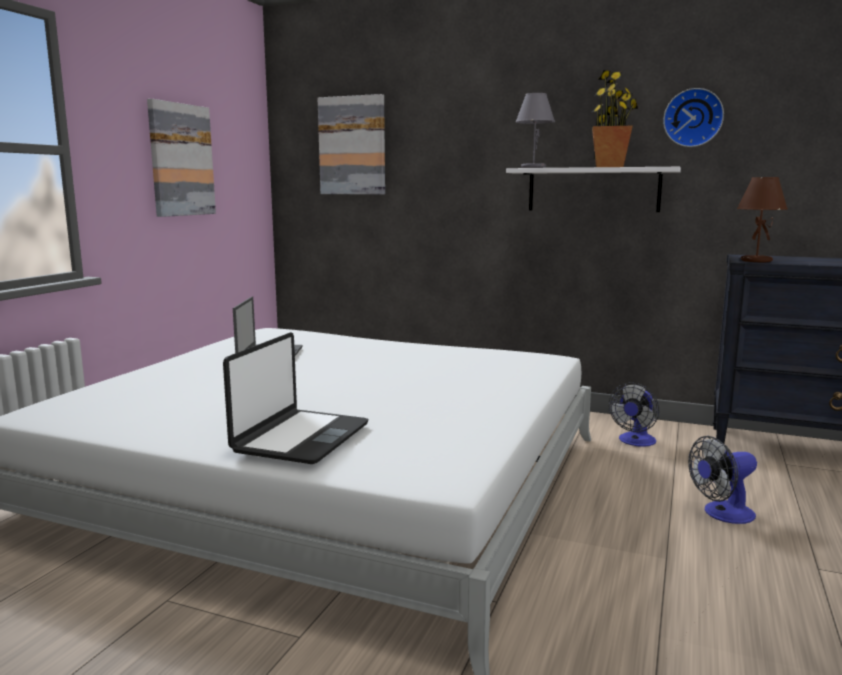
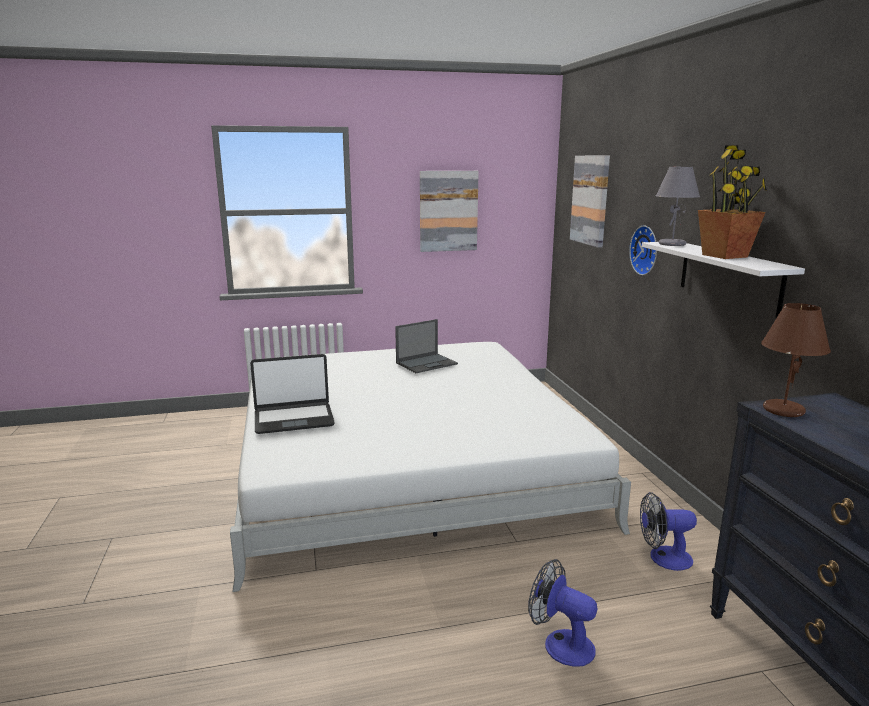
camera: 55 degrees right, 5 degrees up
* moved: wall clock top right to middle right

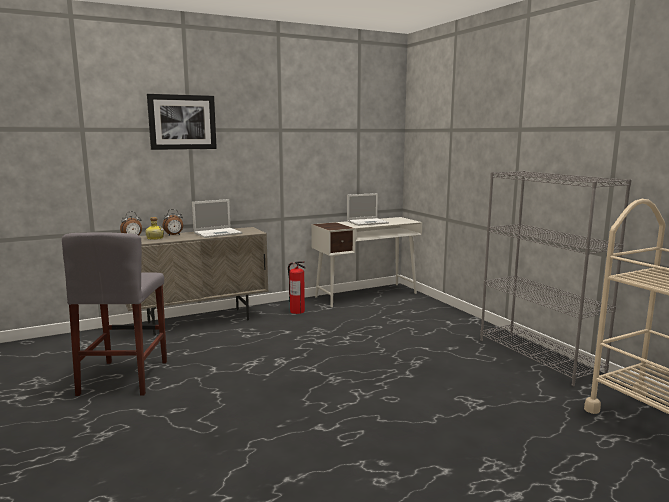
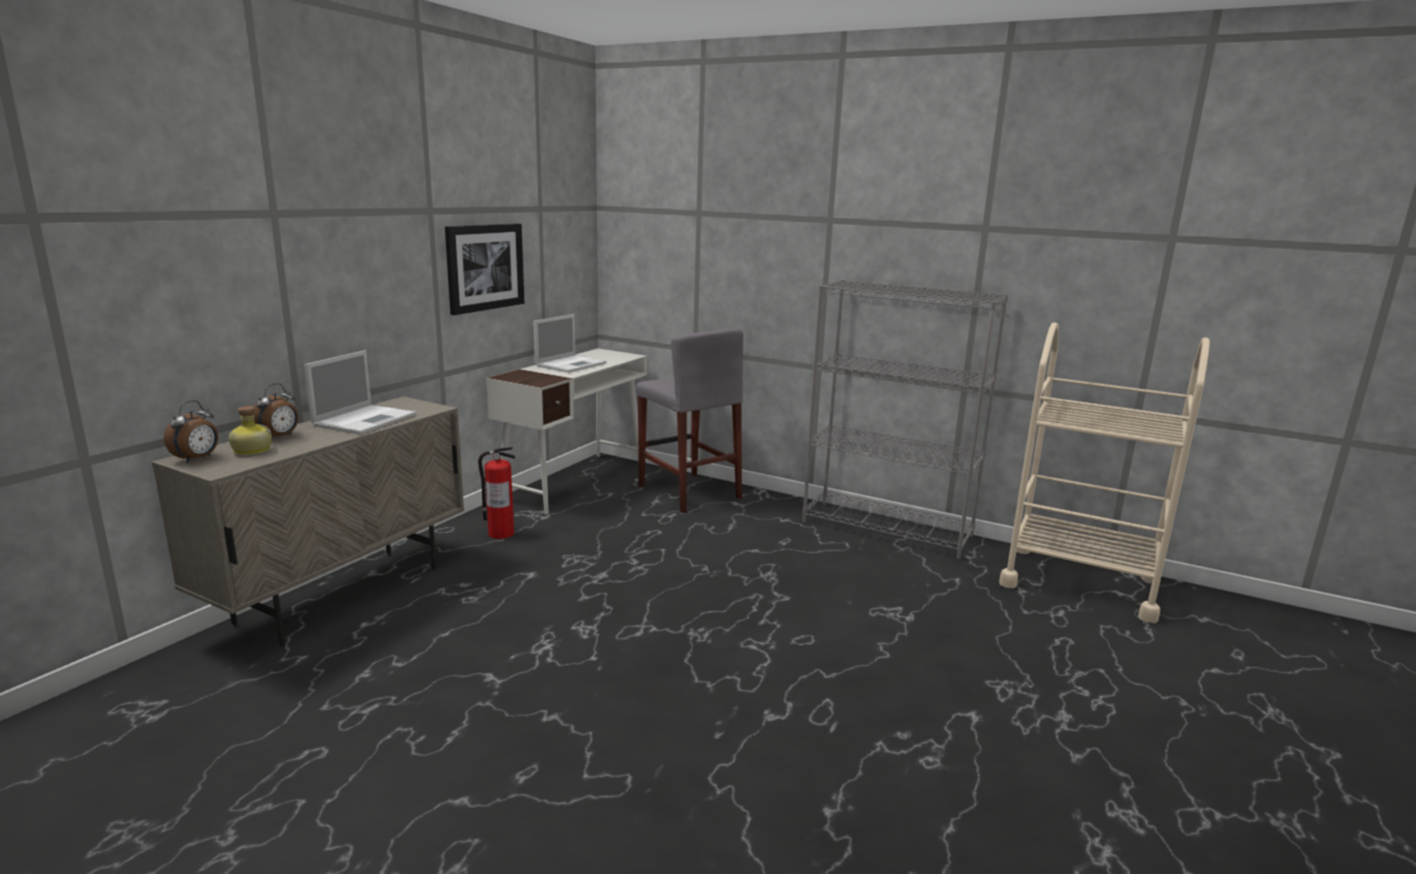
camera: 35 degrees left, 5 degrees up
* moved: stool/grey middle left to centre
* moved: picture top left to top centre

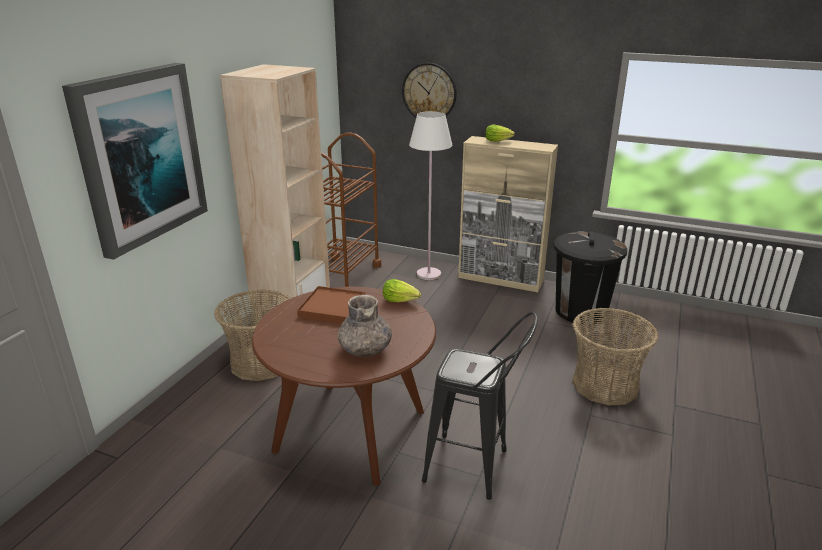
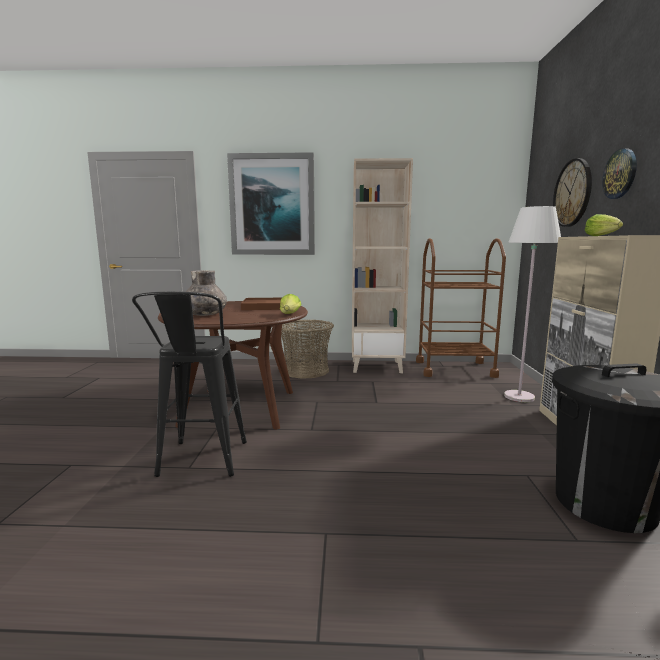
camera: 70 degrees right, 15 degrees down
* removed: basket (2nd from left) middle right
* added: wall clock (2nd from left) top right

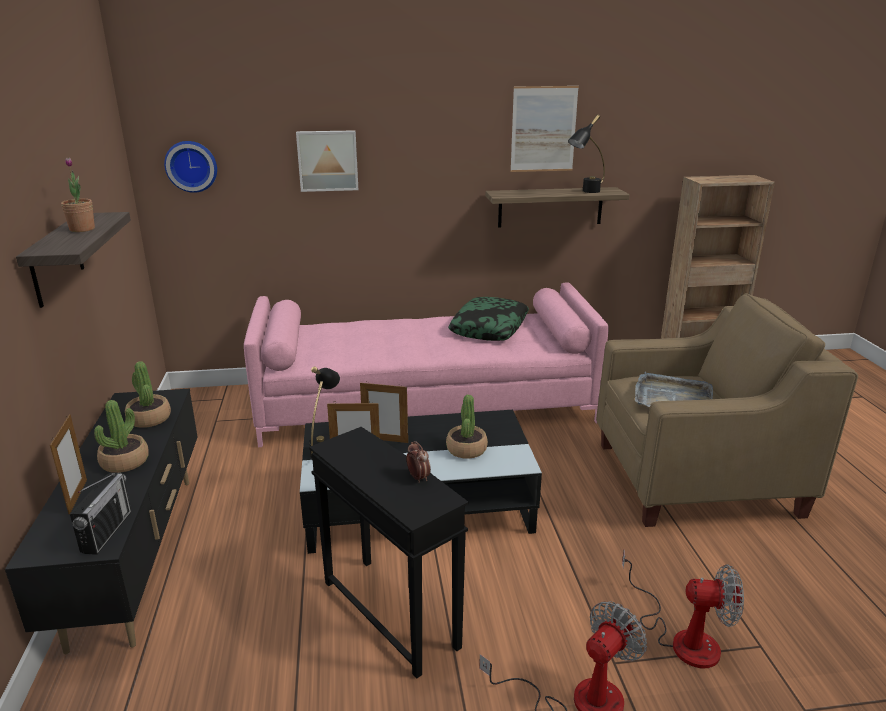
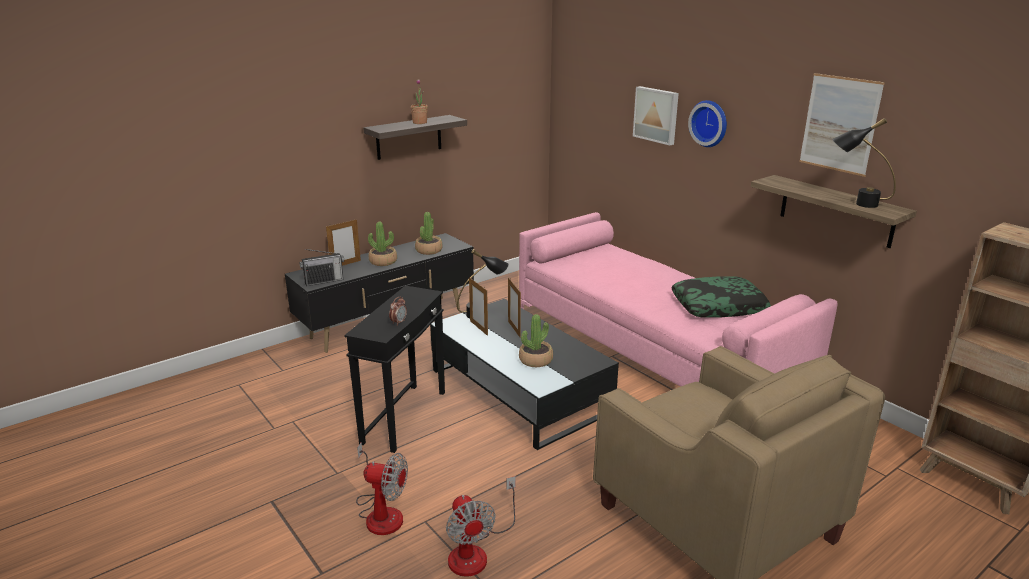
camera: 60 degrees right, 0 degrees up
* moved: wall clock top left to top right
* removed: tray/grey middle right

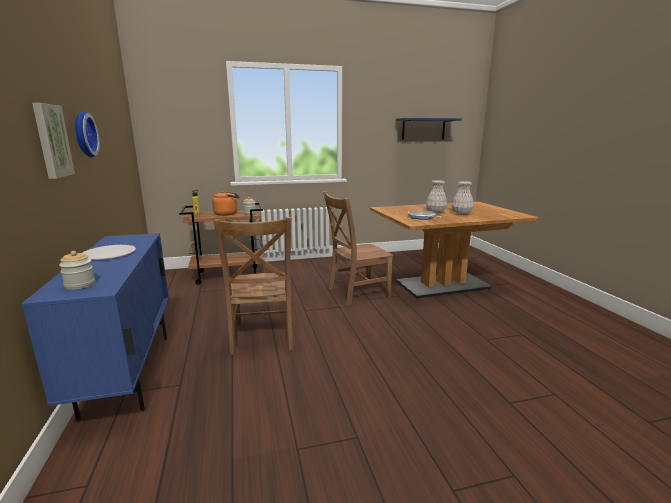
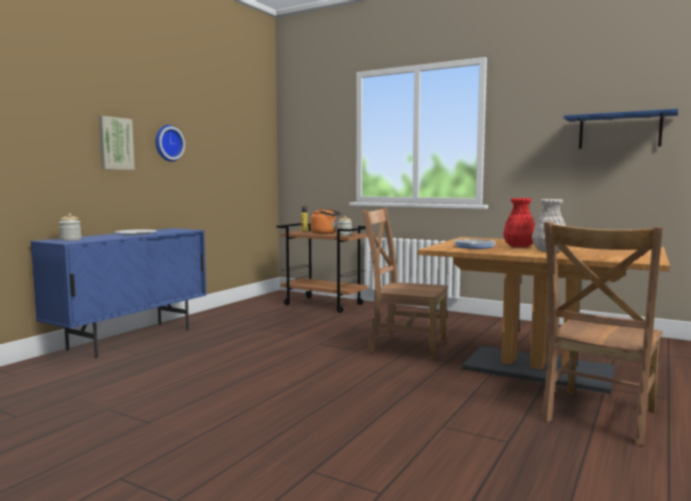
camera: 45 degrees right, 10 degrees down
* moved: chair/brown (1st from left in the first image) centre to chair/brown (2nd from left) bottom right
* recoloured: vase/white (1st from left) centre to vase/red middle right

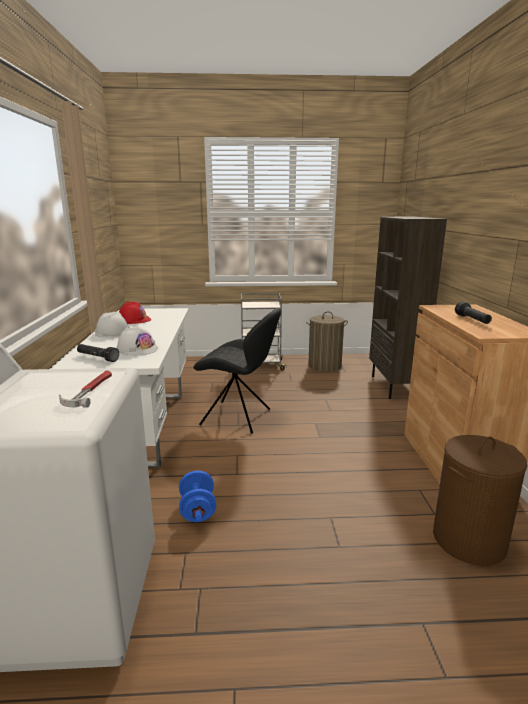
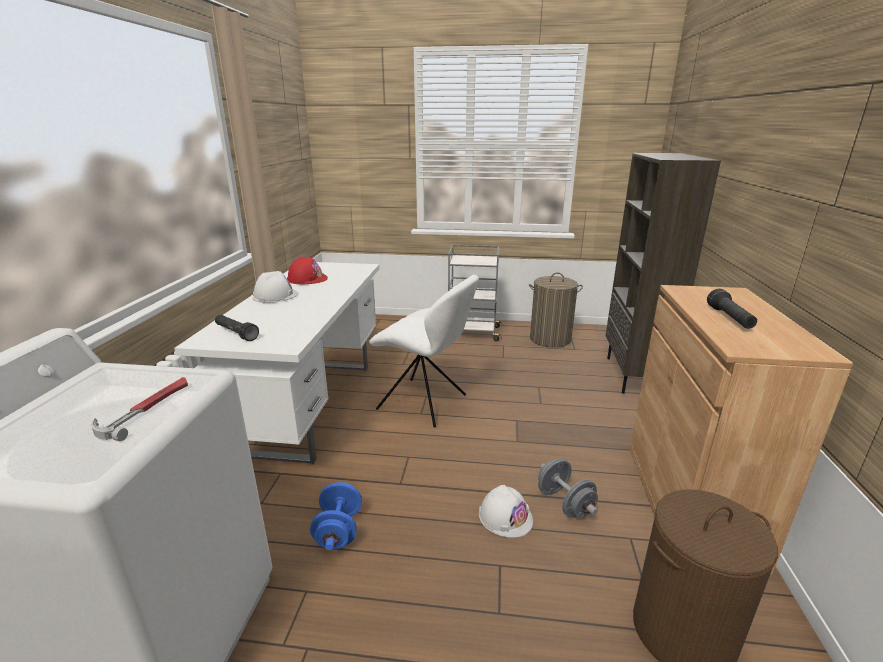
camera: 10 degrees right, 5 degrees up
* moved: hard hat/white (2nd from left) middle left to bottom centre
* recoloured: chair/black centre to chair/white centre
* added: dumbbell/grey bottom centre

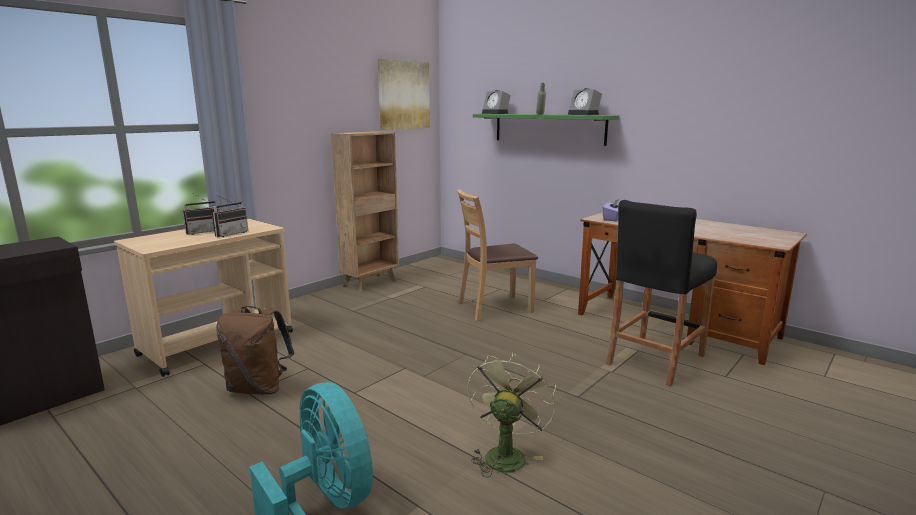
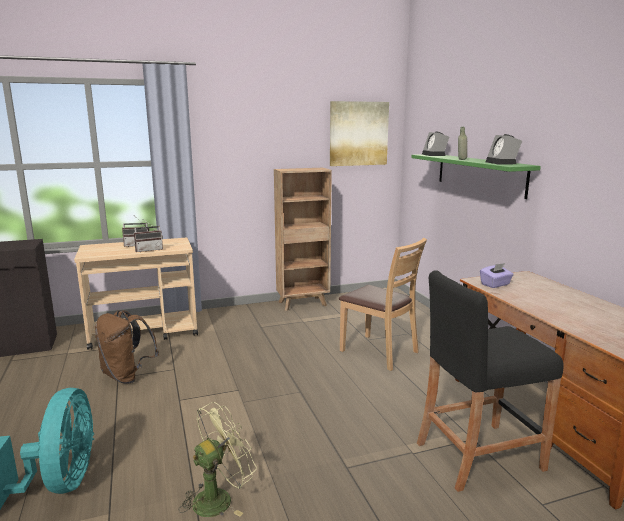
camera: 30 degrees right, 0 degrees up
* turned: chair/brown centre = centre 150 degrees counterclockwise

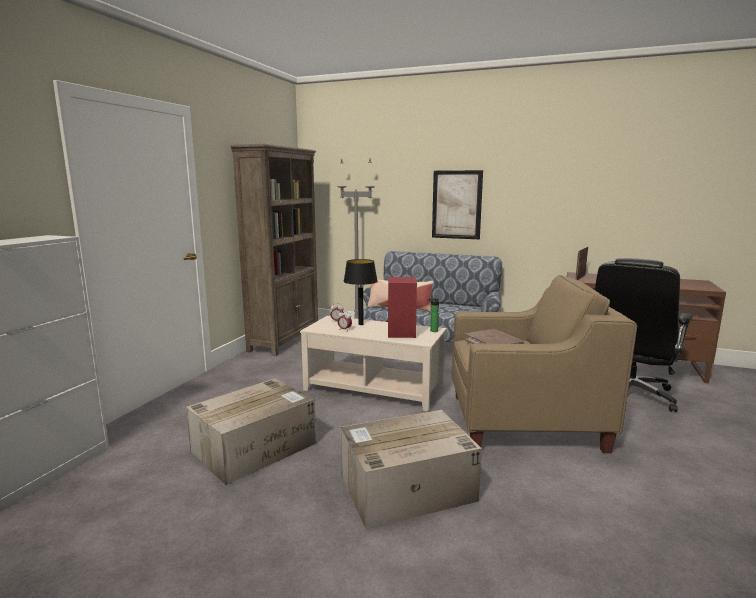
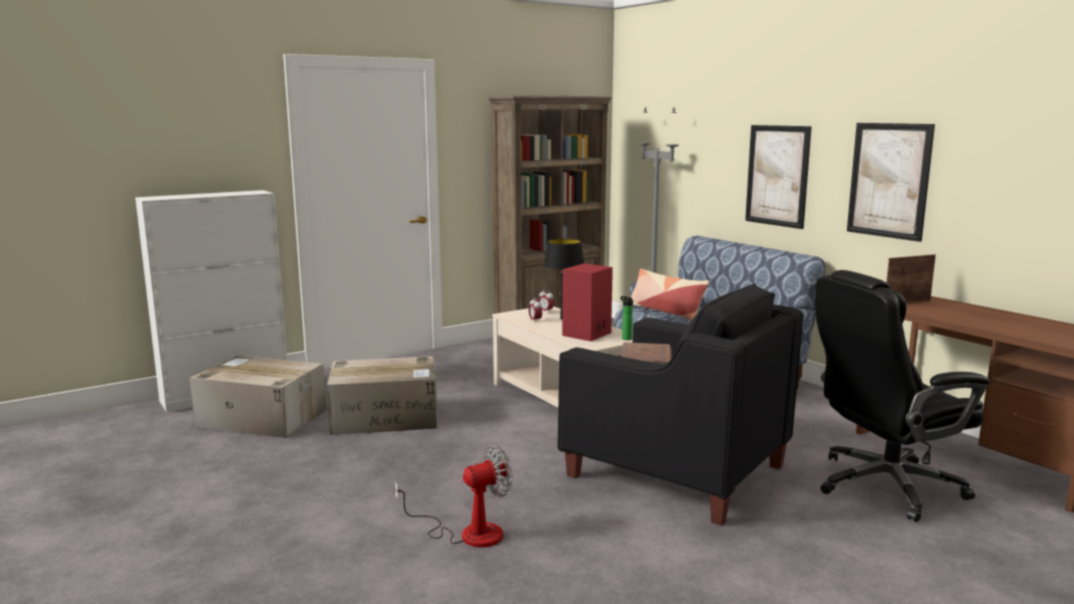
camera: 35 degrees right, 0 degrees up
* moved: cardboard box (2nd from left in the first image) bottom centre to cardboard box (1st from left) middle left
* recoloured: armchair/beige middle right to armchair/black bottom centre
* added: fan bottom centre
* added: picture (2nd from left) top right

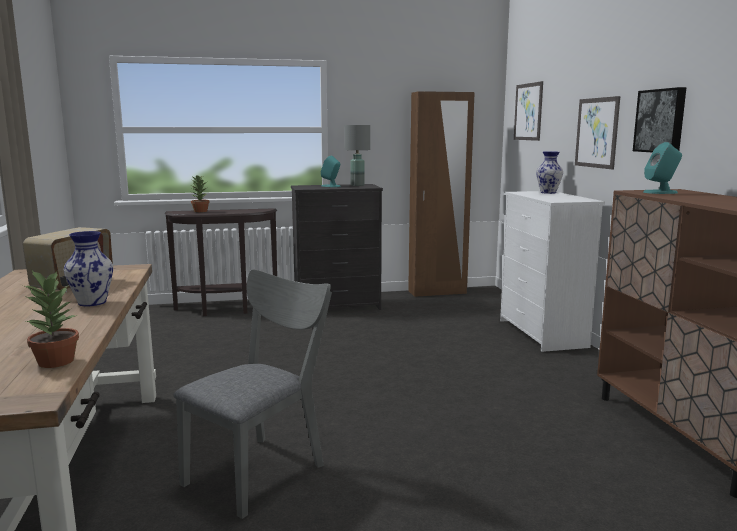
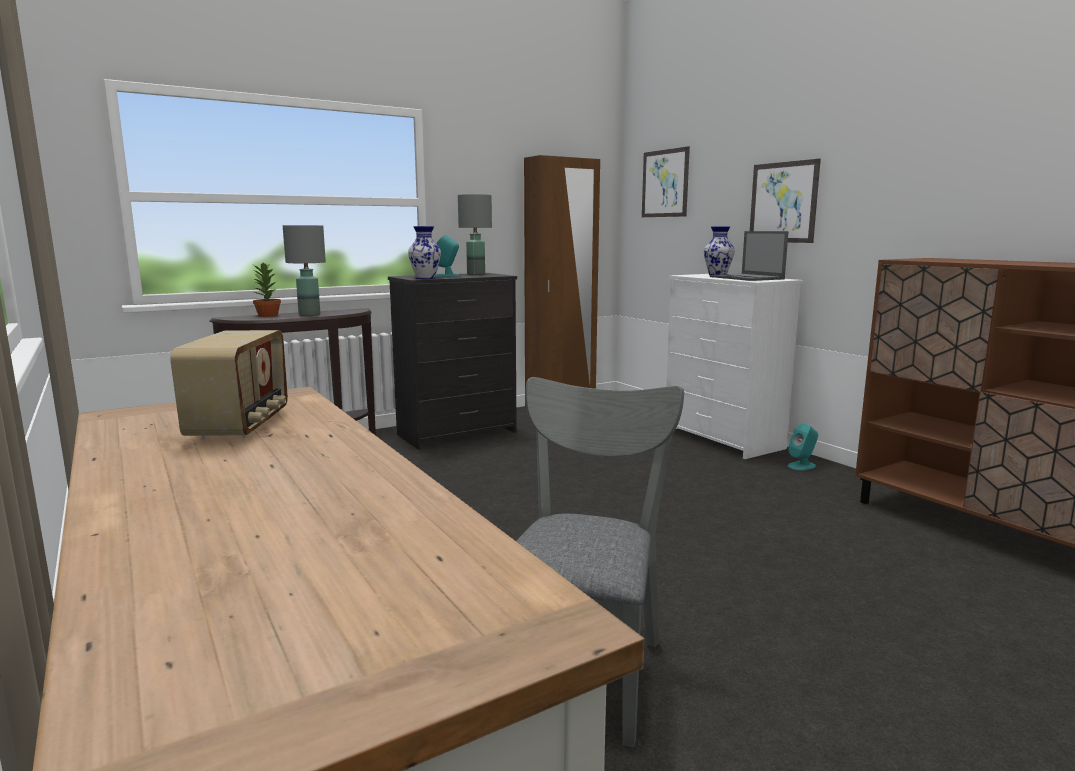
camera: 20 degrees left, 0 degrees up
* removed: potted plant (1st from left) middle left
* moved: vase (1st from left) middle left to top centre
* removed: picture (3rd from left) top right
* moved: speaker/turquoise (2nd from left) top right to middle right
* added: table lamp/grey (1st from left) middle left
* added: laptop top right

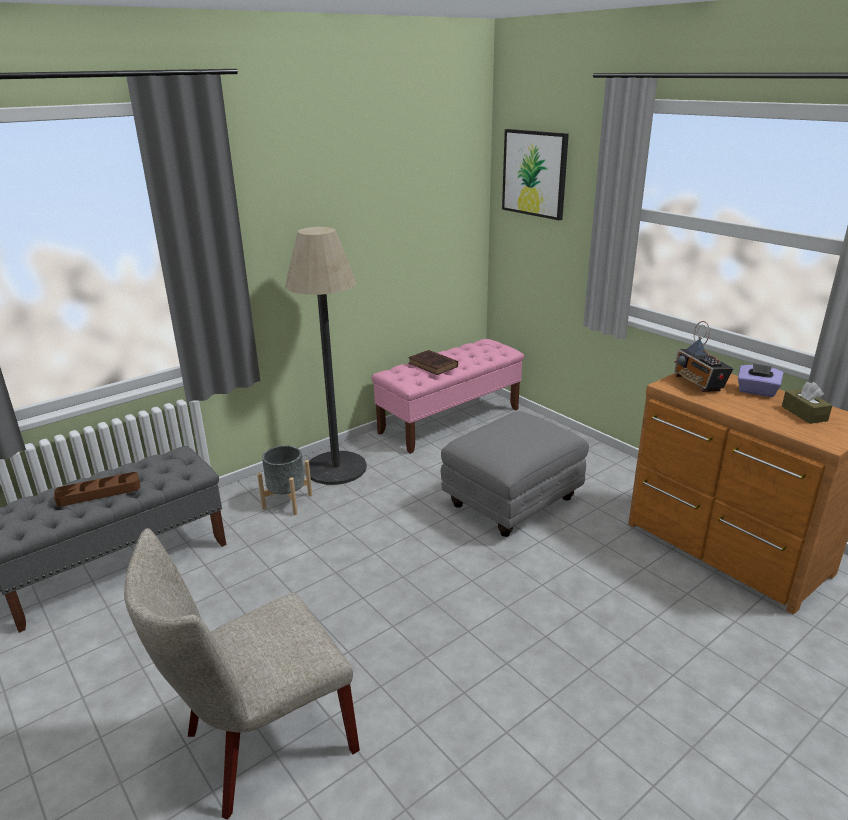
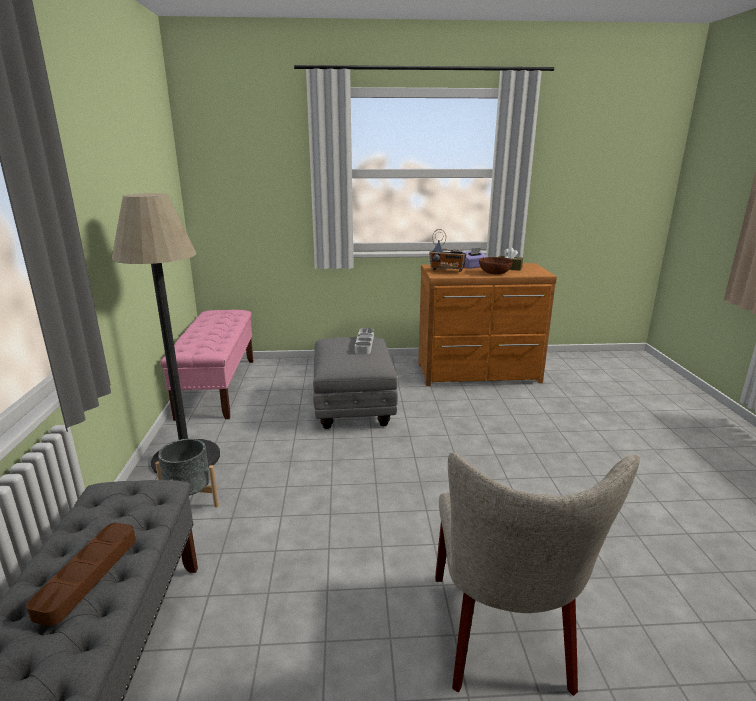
camera: 55 degrees left, 5 degrees down
* removed: book/brown centre
* removed: picture top centre
* added: tray/grey centre
* added: bowl/brown centre

